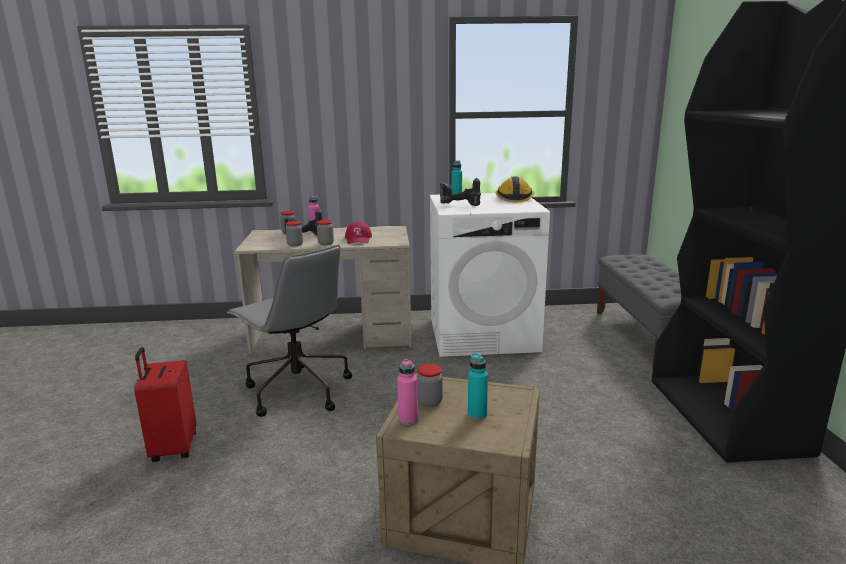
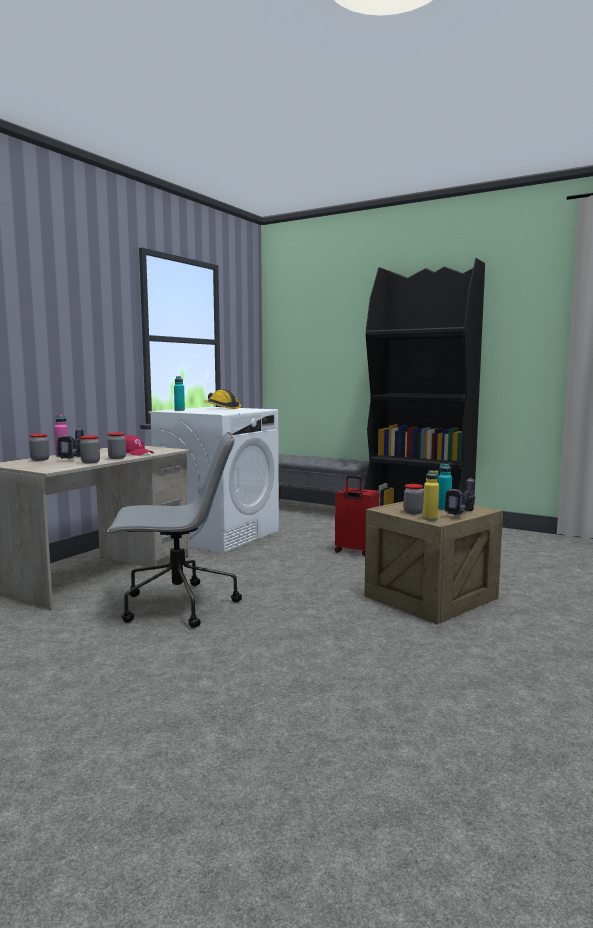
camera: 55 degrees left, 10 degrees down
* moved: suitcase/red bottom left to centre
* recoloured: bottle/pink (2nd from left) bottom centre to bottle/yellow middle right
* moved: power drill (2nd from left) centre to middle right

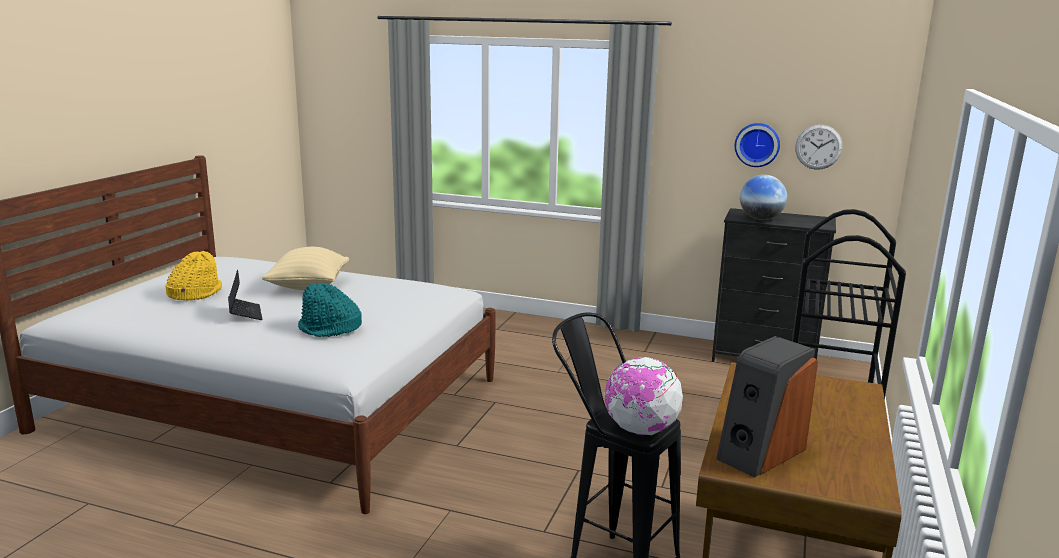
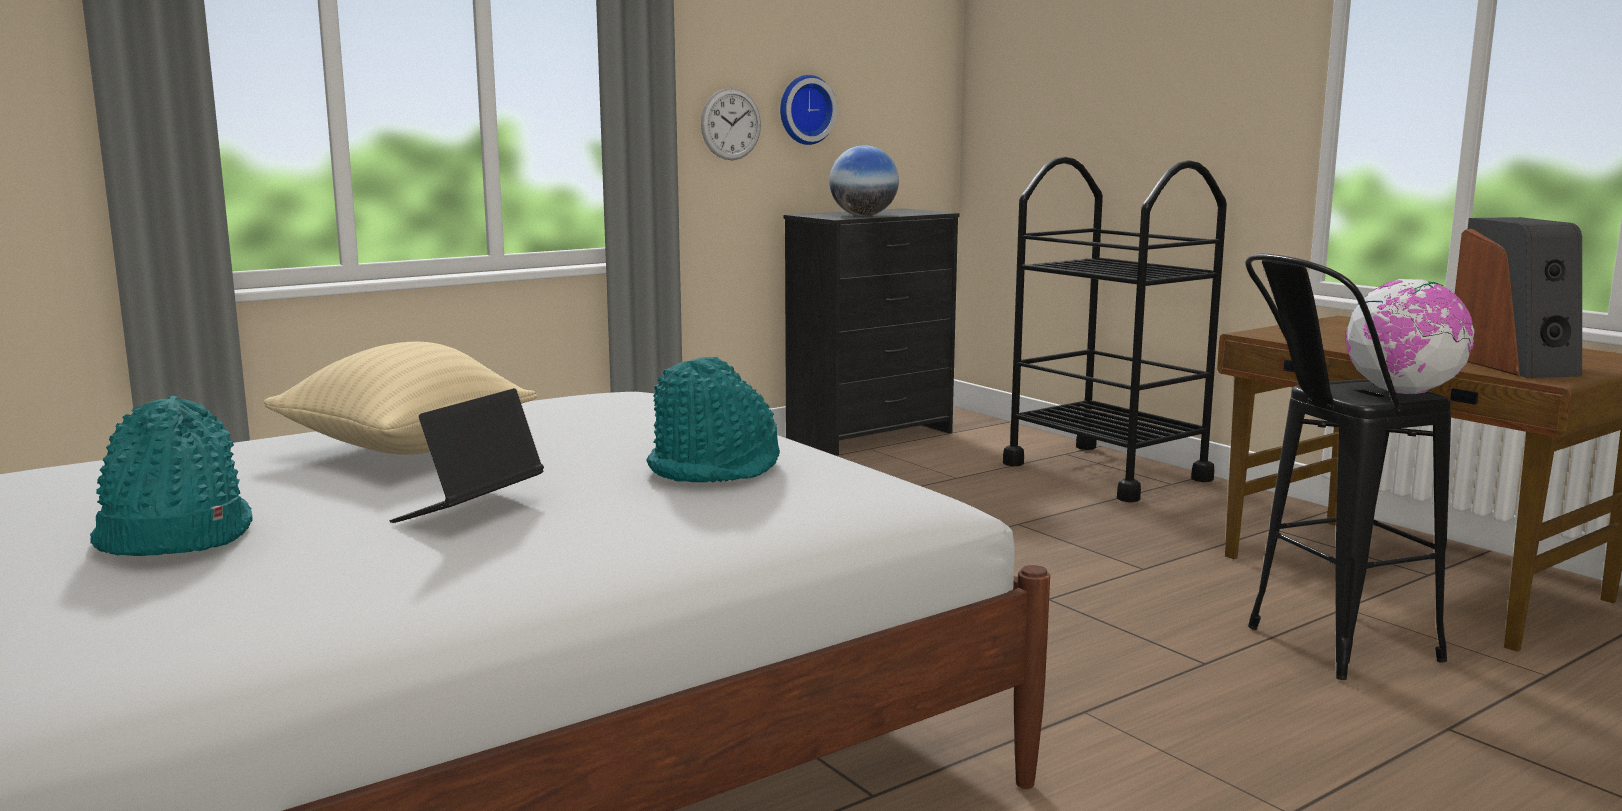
camera: 55 degrees left, 5 degrees down
* recoloured: hat/yellow middle left to hat/turquoise (1st from left) middle left
* turned: laptop middle left = middle left 75 degrees counterclockwise
* moved: wall clock (2nd from left in the first image) top right to wall clock (1st from left) top centre

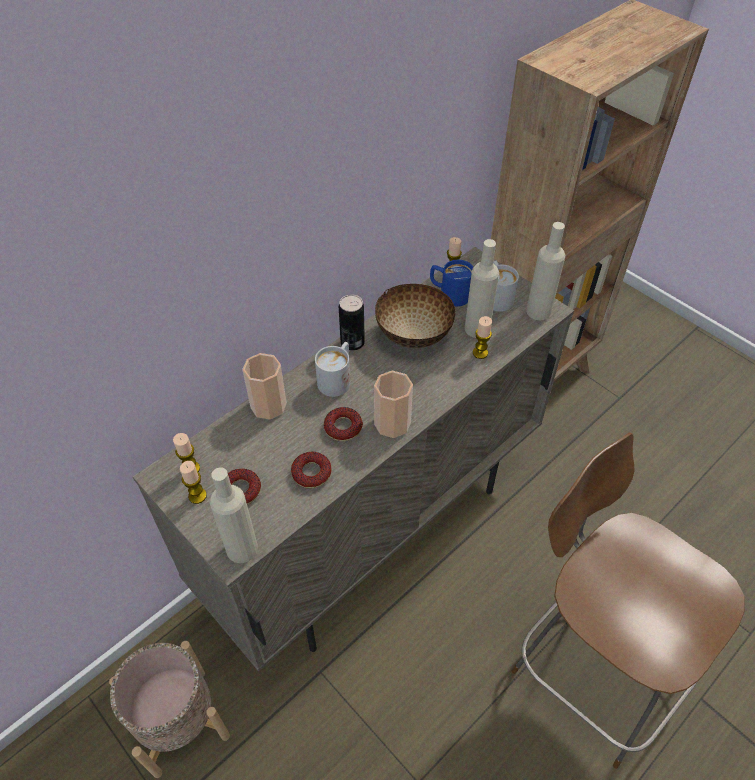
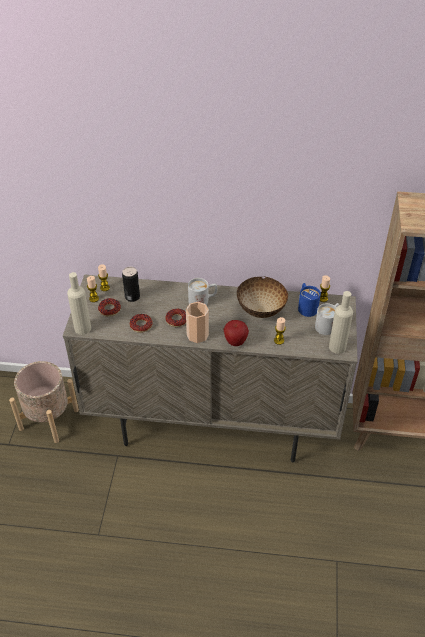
camera: 50 degrees right, 5 degrees down
* removed: cup (1st from left) centre
* moved: can centre to middle left
* removed: bottle/beige (2nd from left) centre
* removed: chair/brown bottom right
* added: apple centre

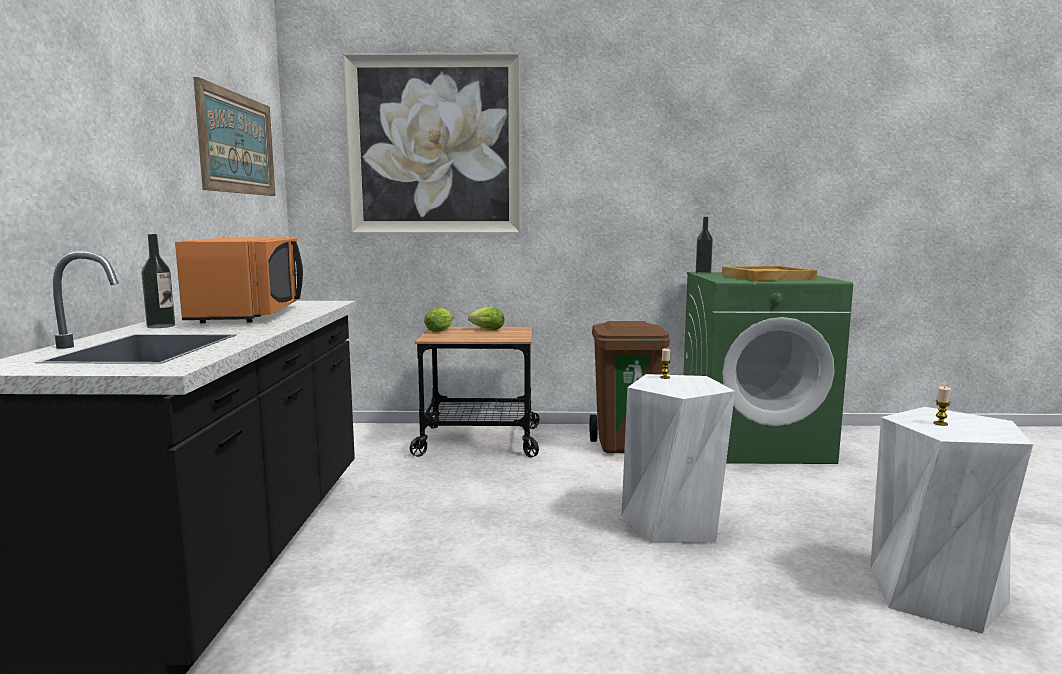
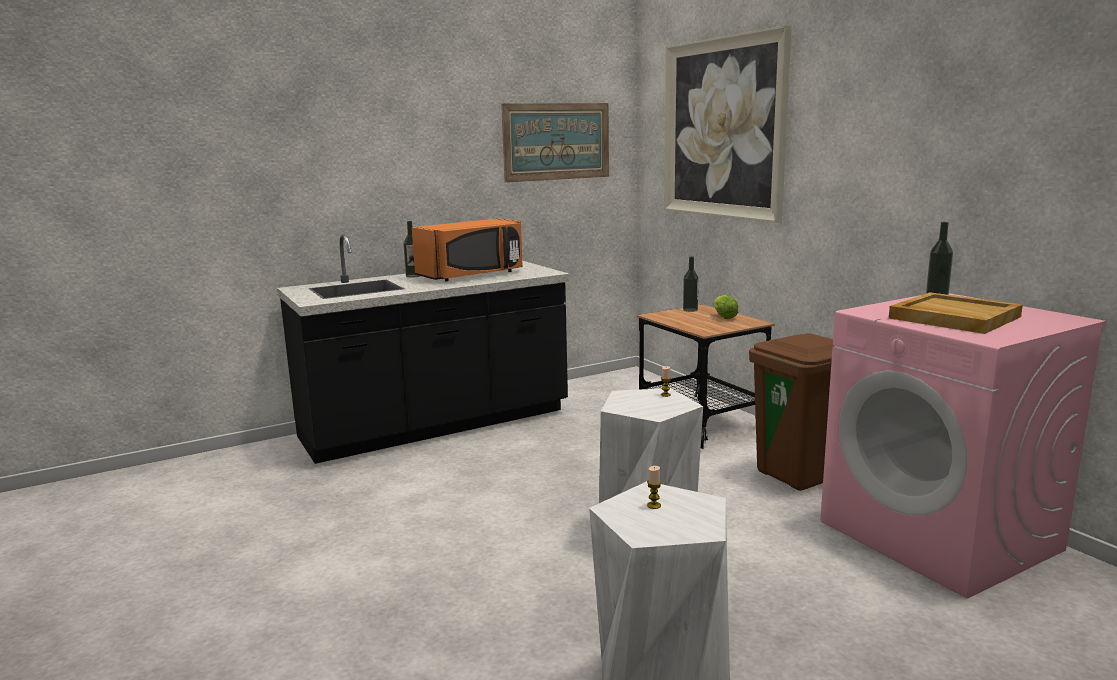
camera: 60 degrees right, 5 degrees up
* replaced: lettuce (1st from left) centre to bottle (2nd from left) centre
* recoloured: washing machine/green middle right to washing machine/pink middle right

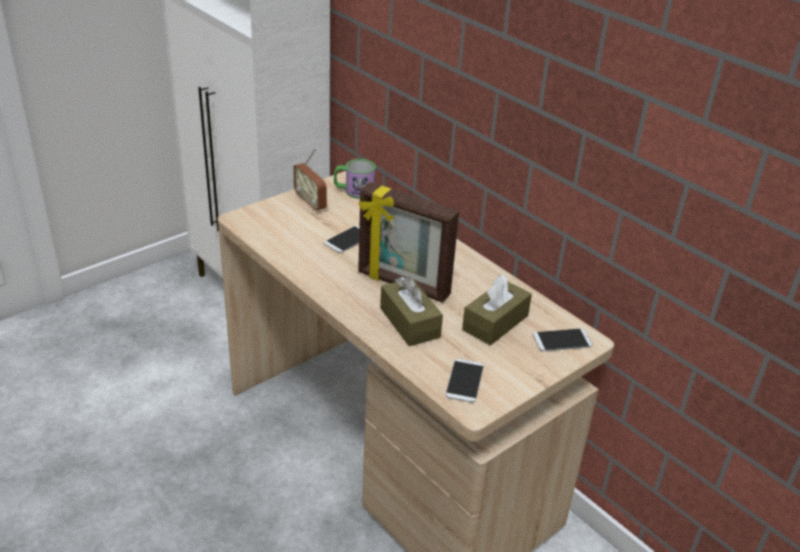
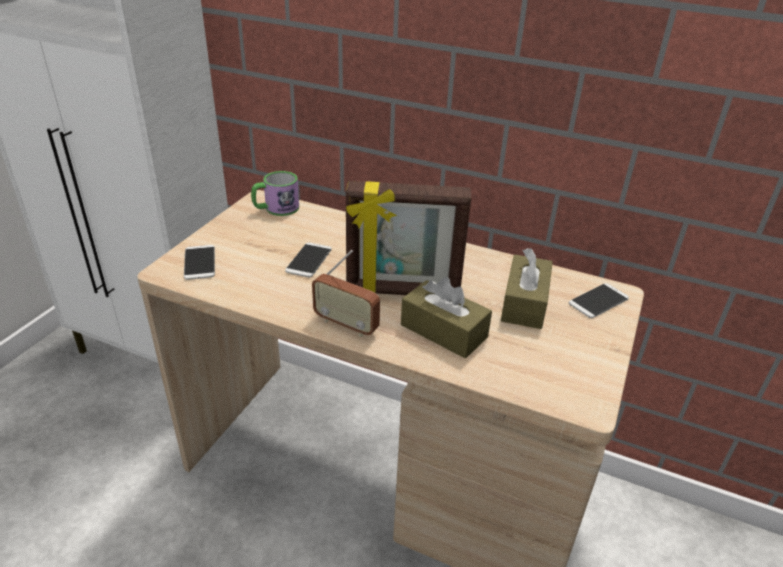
camera: 25 degrees left, 0 degrees up
* moved: radio top centre to centre
* moved: phone (2nd from left in the first image) bottom centre to phone (1st from left) middle left

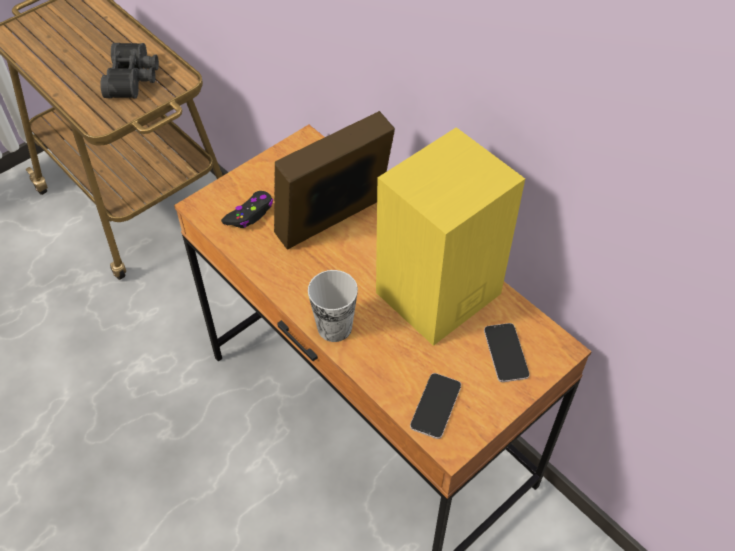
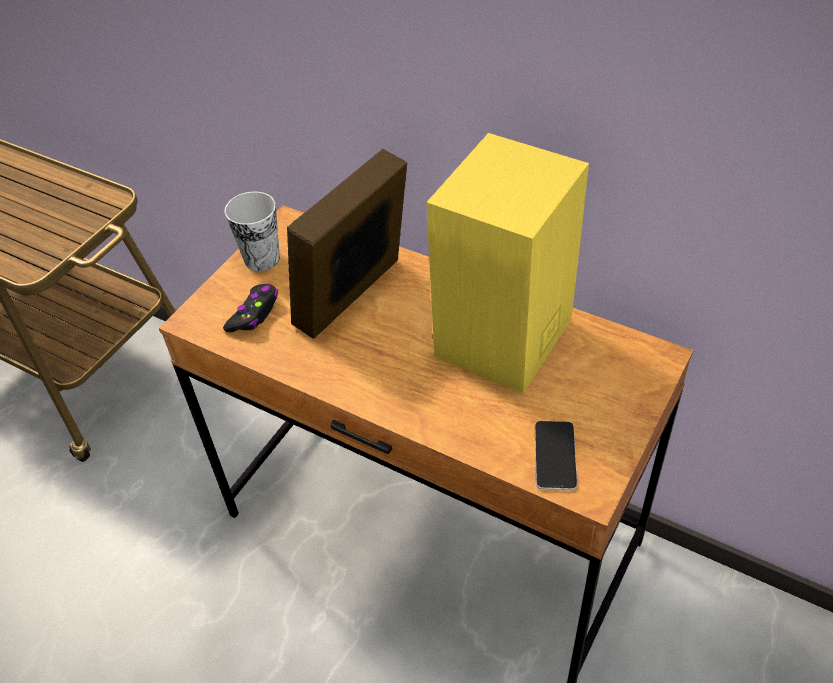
camera: 15 degrees left, 5 degrees down
* removed: binoculars/black top left
* moved: cup centre to middle left
* removed: phone (2nd from left) middle right

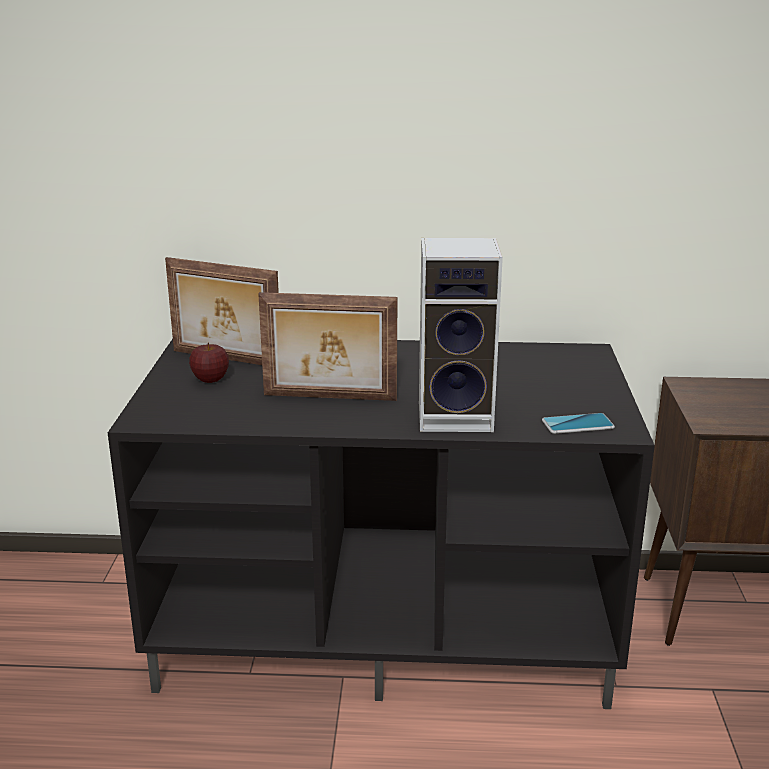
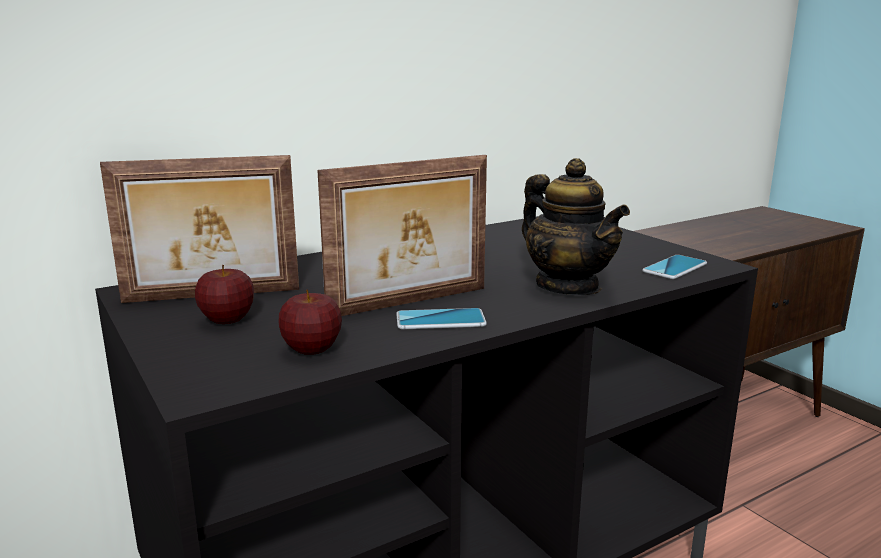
camera: 35 degrees left, 5 degrees down
* replaced: speaker centre to teapot centre
* added: apple (2nd from left) centre
* added: phone (1st from left) centre

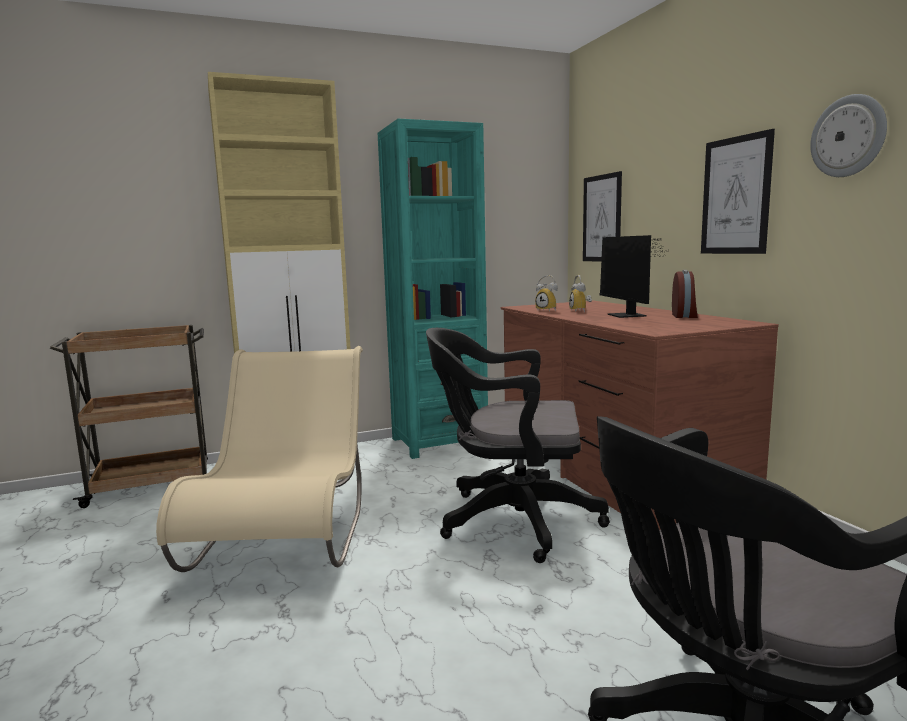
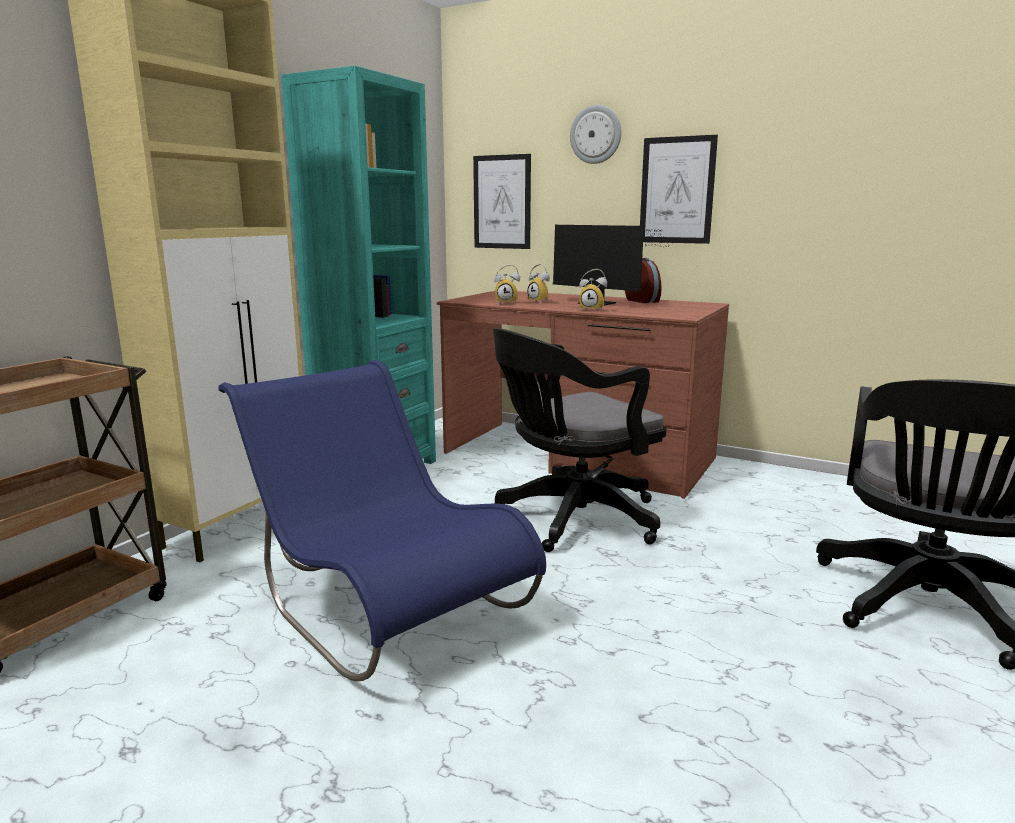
camera: 40 degrees left, 5 degrees up
* recoloured: chair/beige middle left to chair/blue centre
* moved: wall clock top right to top centre
* added: alarm clock (3rd from left) centre

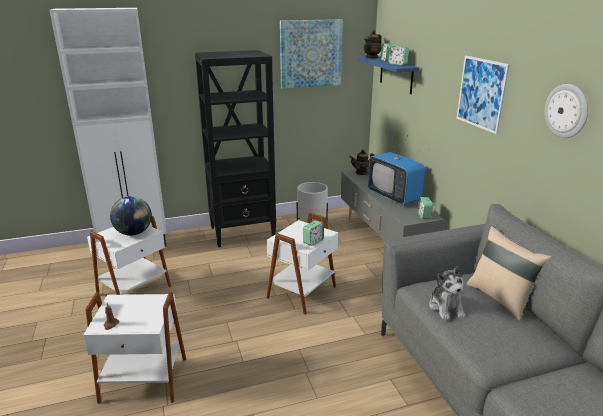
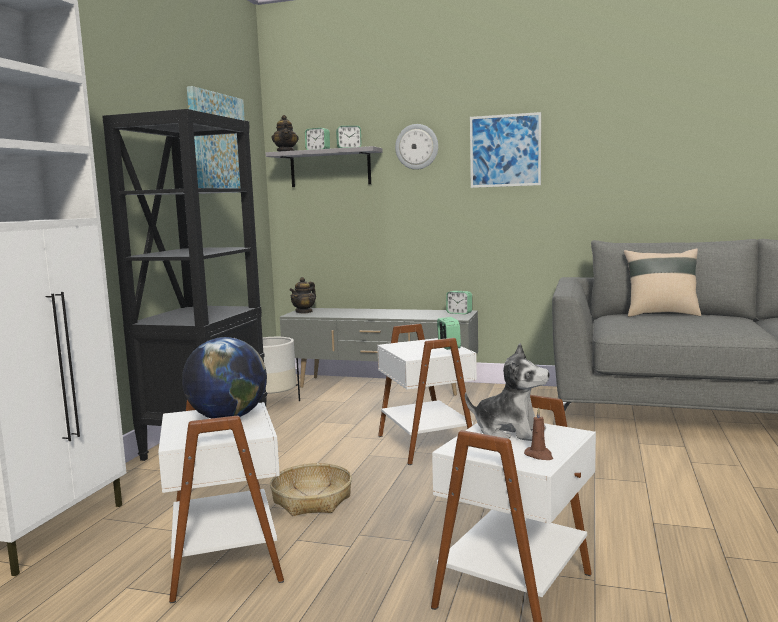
camera: 55 degrees left, 15 degrees down
* recoloured: shelf/blue top centre to shelf/grey top centre
* removed: television centre
* moved: plush toy bottom right to centre
* moved: wall clock top right to top centre
* added: basket bottom centre

